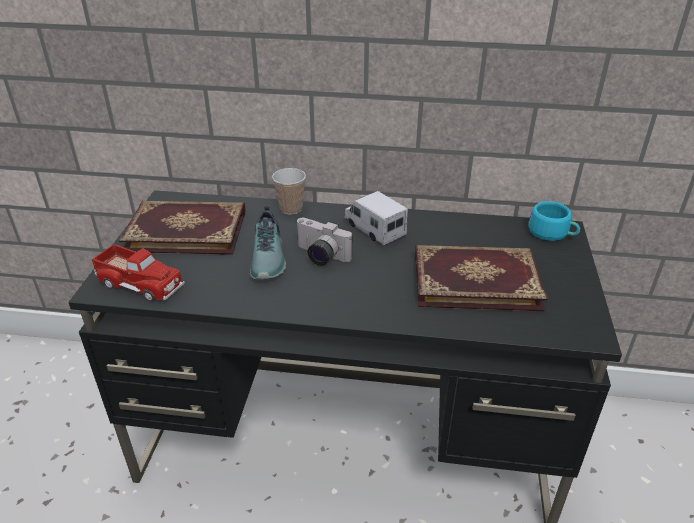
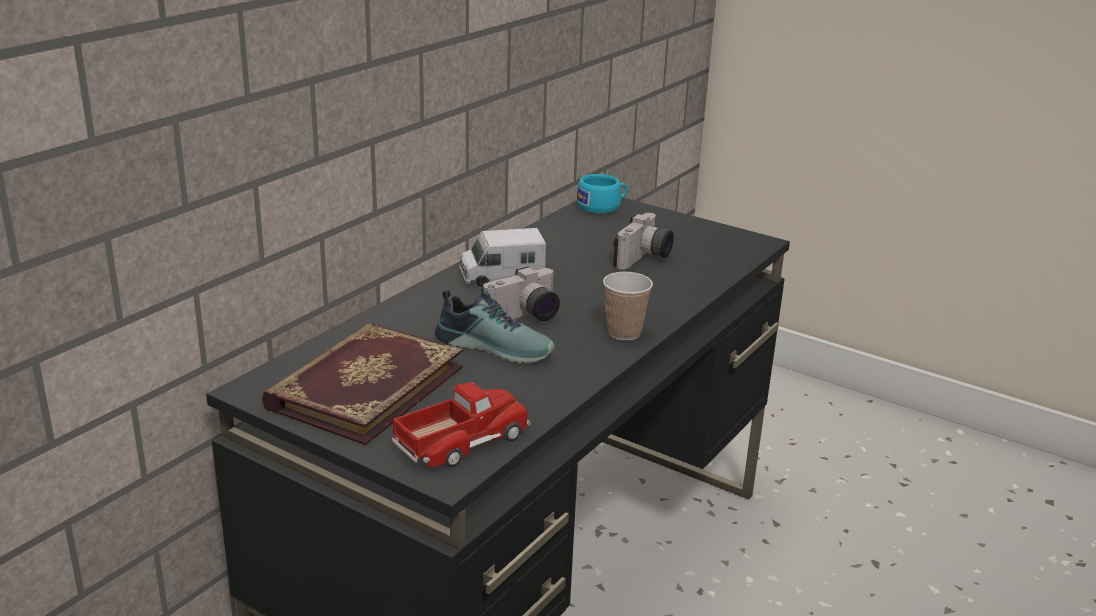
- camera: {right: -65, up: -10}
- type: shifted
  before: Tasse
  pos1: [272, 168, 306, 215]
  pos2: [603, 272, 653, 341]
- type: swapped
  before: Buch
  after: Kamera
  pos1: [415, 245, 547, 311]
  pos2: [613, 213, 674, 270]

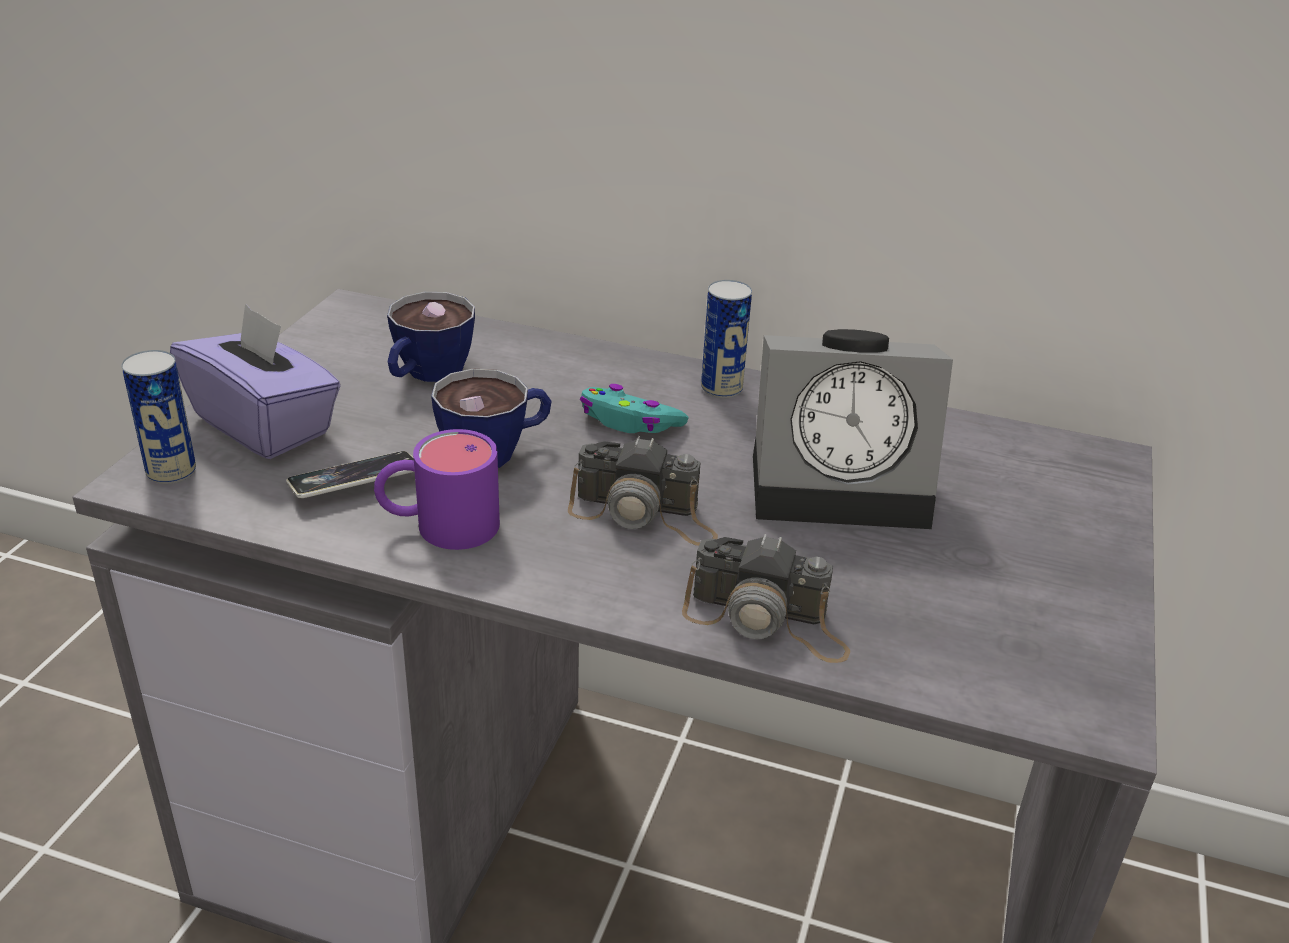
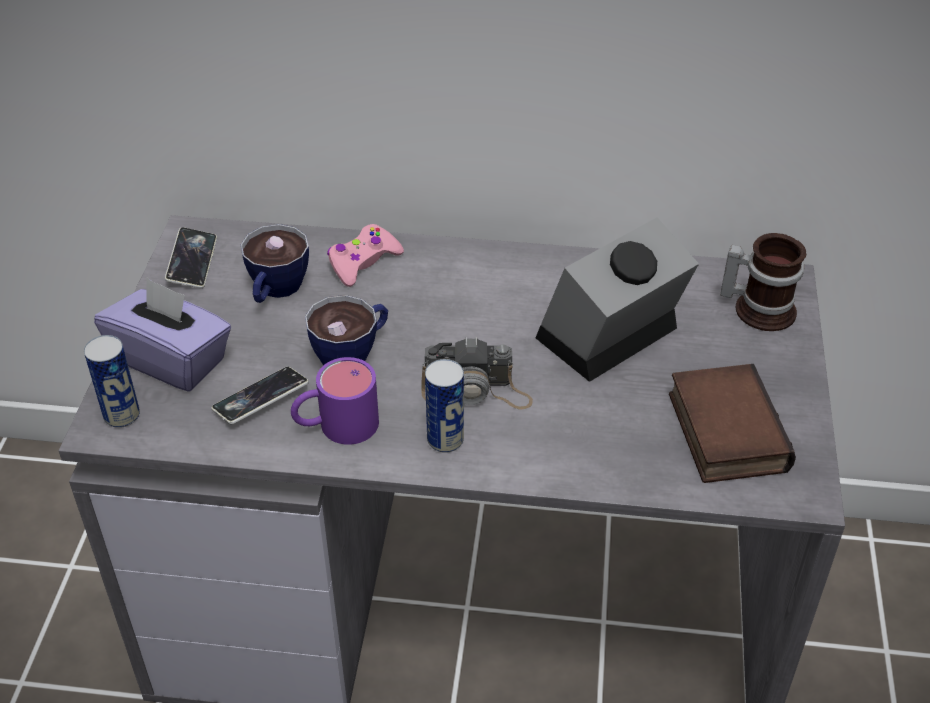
- camera: {right: -10, up: 10}
- type: gone
  before: Gamepad/türkis
  pos1: [580, 384, 689, 433]
- type: gone
  before: Kamera
  pos1: [682, 534, 850, 663]
- type: new
  after: Handy
  pos2: [165, 227, 217, 288]
- type: new
  after: Gamepad/rosa
  pos2: [327, 224, 404, 287]
- type: new
  after: Buch
  pos2: [669, 364, 796, 483]
- type: new
  after: Henkelbecher
  pos2: [720, 233, 806, 331]
- type: shifted
  before: Dose
  pos1: [701, 280, 752, 398]
  pos2: [425, 359, 464, 453]
- type: rotated
  before: Wecker
  pos1: [753, 329, 953, 529]
  pos2: [536, 217, 699, 382]
  turn: 150

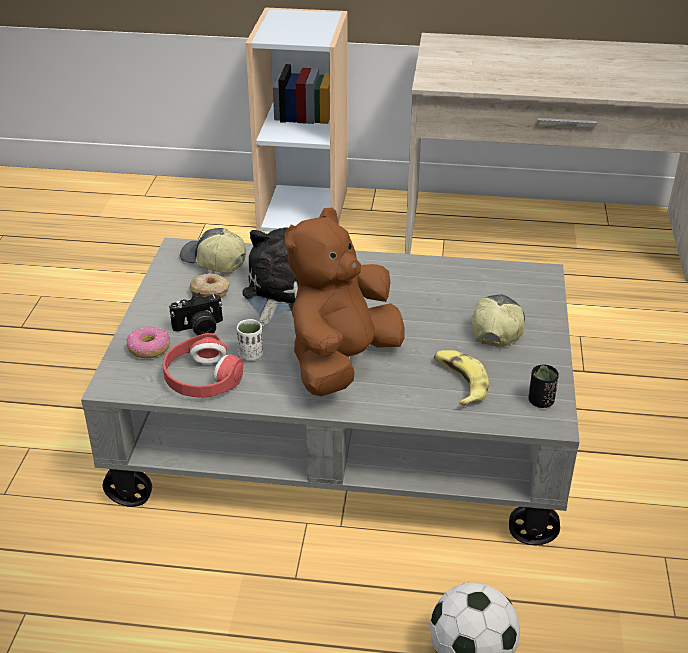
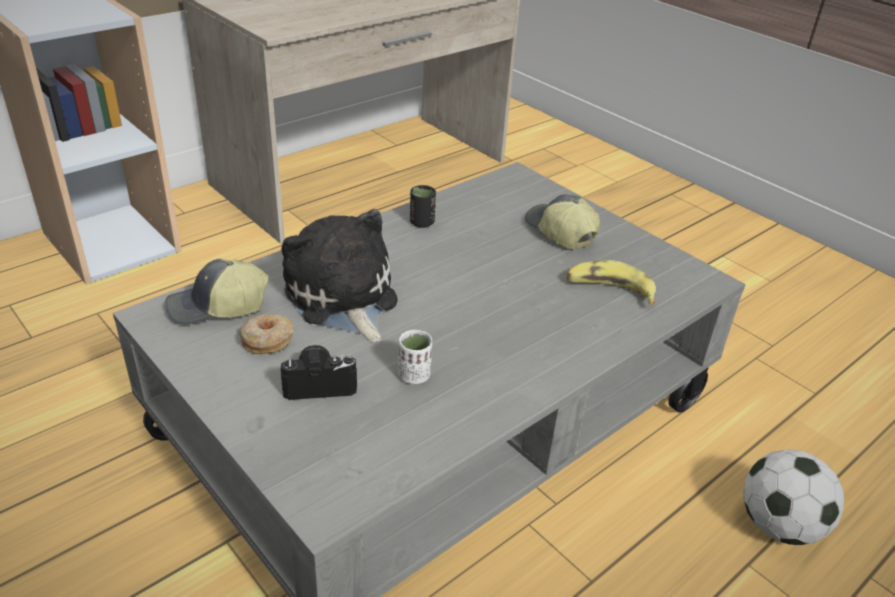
- camera: {right: -50, up: 0}
- type: gone
  before: Donut
  pos1: [126, 326, 170, 358]
- type: gone
  before: Kopfhörer/rot
  pos1: [162, 333, 243, 398]
- type: gone
  before: Plüschtier/braun
  pos1: [285, 207, 404, 396]
- type: shifted
  before: Tasse/schwarz
  pos1: [529, 364, 559, 408]
  pos2: [410, 185, 436, 228]
- type: rotated
  before: Kamera
  pos1: [169, 293, 223, 336]
  pos2: [280, 345, 357, 400]
  turn: -120

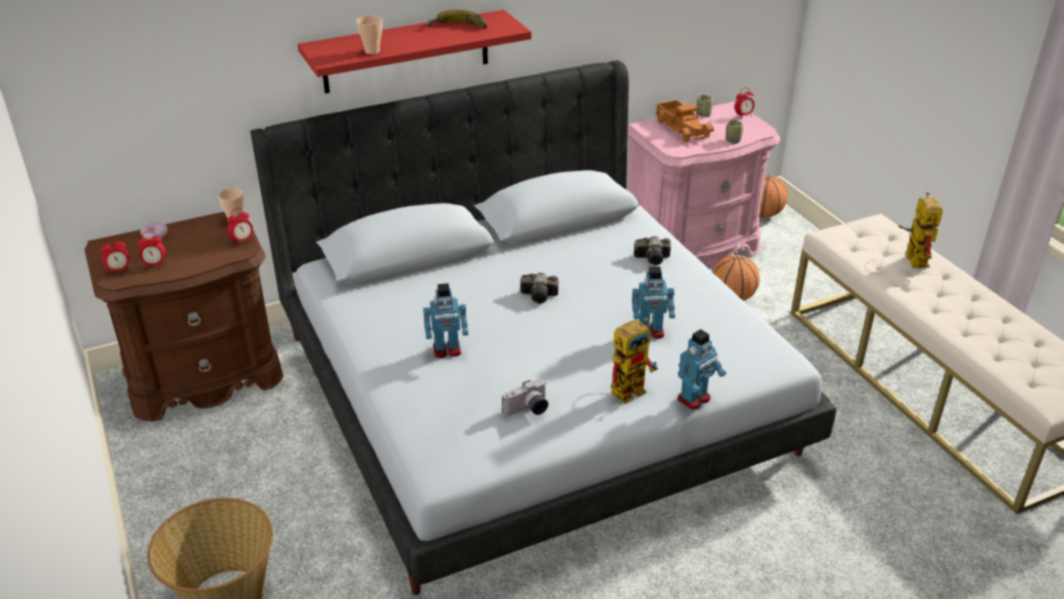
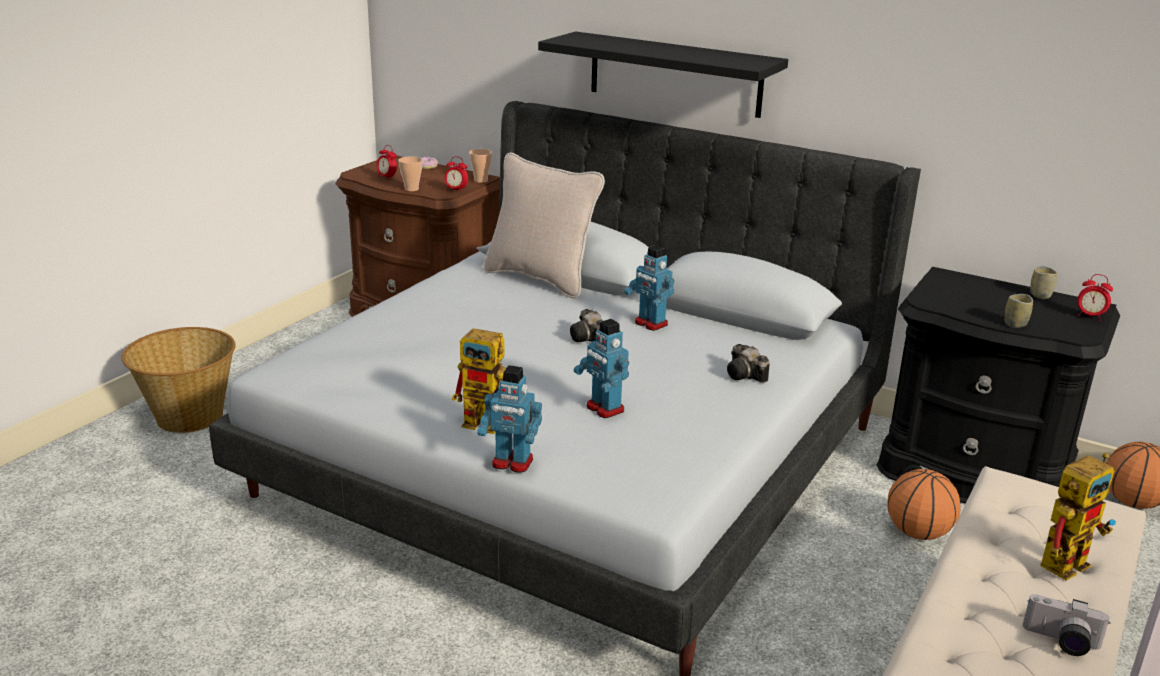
- camera: {right: 55, up: -10}
- type: gone
  before: Wecker
  pos1: [101, 237, 130, 276]
- type: gone
  before: Banane
  pos1: [428, 10, 487, 29]
- type: gone
  before: Spielzeuglaster
  pos1: [655, 100, 714, 142]
- type: new
  after: Kissen/beige
  pos2: [483, 153, 605, 299]
- type: shifted
  before: Tasse
  pos1: [357, 15, 383, 54]
  pos2: [398, 156, 423, 191]
- type: shifted
  before: Spielzeugroboter
  pos1: [423, 283, 468, 358]
  pos2: [624, 245, 675, 331]
- type: shifted
  before: Kamera
  pos1: [502, 379, 548, 416]
  pos2: [1023, 594, 1110, 656]
- type: repainted
  before: Wandregal/rot
  after: Wandregal/schwarz
  pos1: [298, 10, 531, 94]
  pos2: [538, 32, 788, 118]
- type: repainted
  before: Nachttisch/rosa
  after: Nachttisch/schwarz
  pos1: [627, 101, 780, 268]
  pos2: [876, 267, 1120, 503]

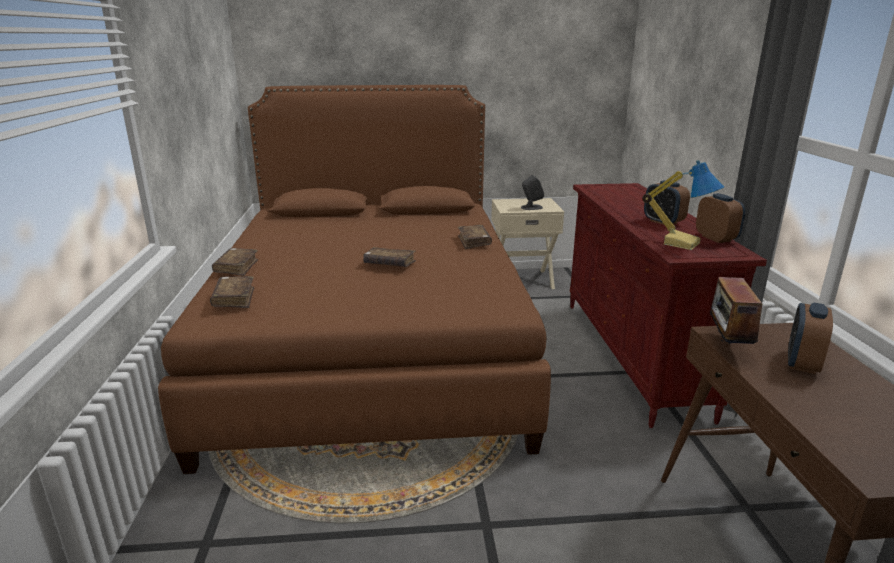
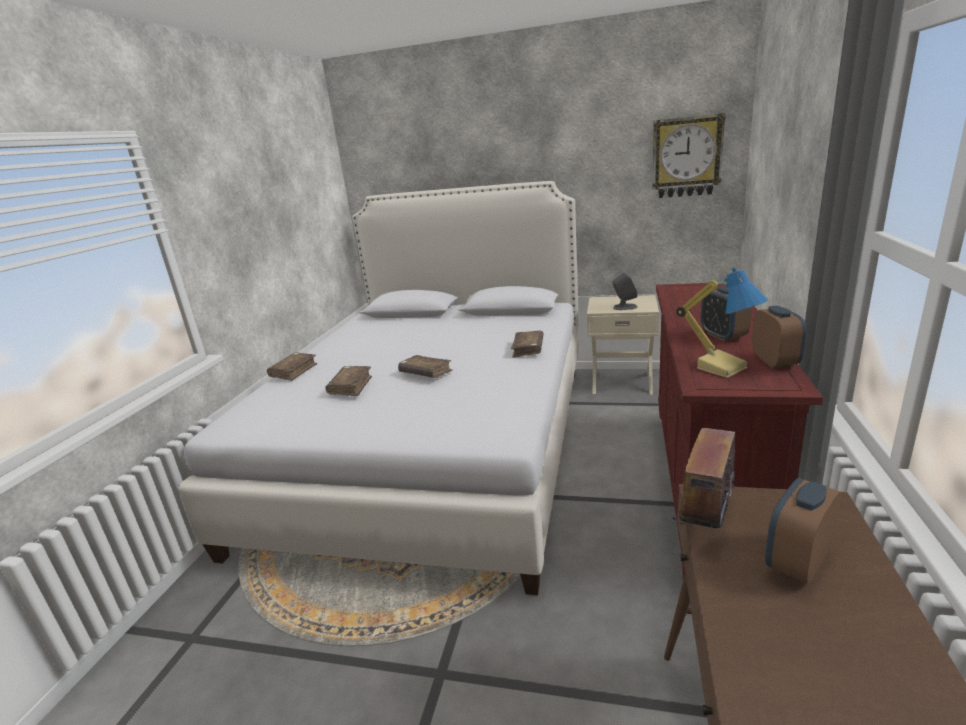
- camera: {right: 20, up: 0}
- type: new
  after: Wanduhr
  pos2: [652, 113, 726, 198]
- type: shifted
  before: Buch/braun
  pos1: [210, 276, 254, 308]
  pos2: [325, 366, 372, 396]
- type: repainted
  before: Bett/braun
  after: Bett/weiß
  pos1: [158, 85, 551, 474]
  pos2: [179, 181, 579, 595]

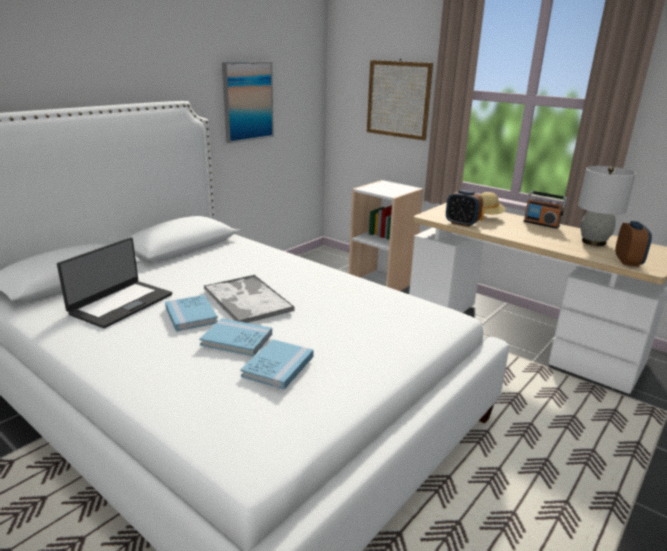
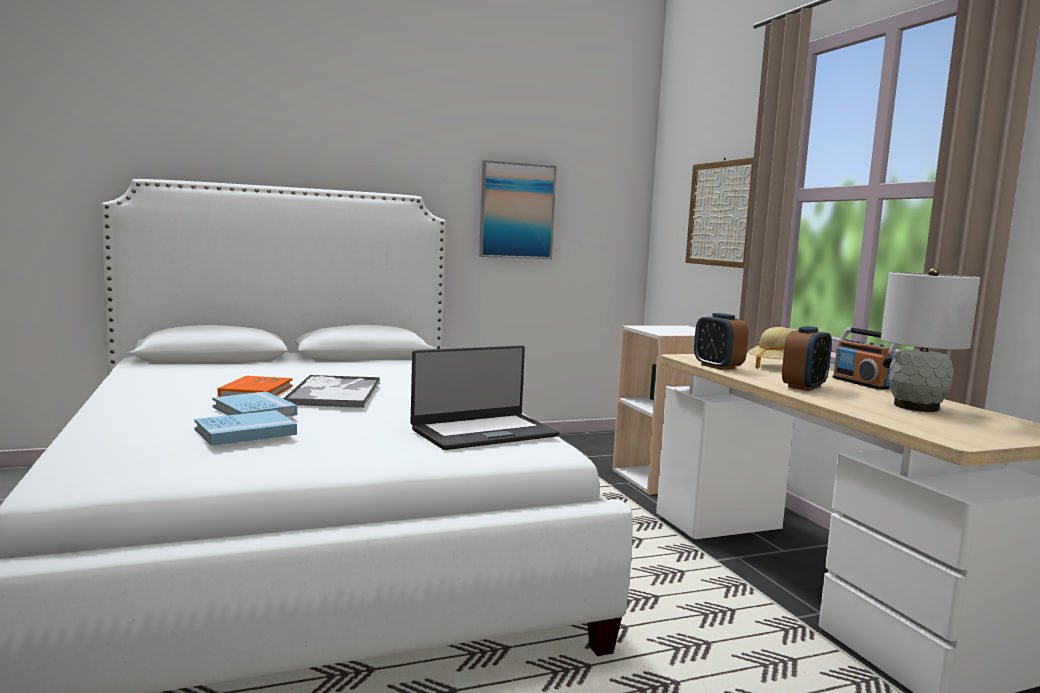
- camera: {right: 30, up: -15}
- type: shifted
  before: Laptop
  pos1: [57, 237, 172, 328]
  pos2: [411, 345, 560, 450]
- type: shifted
  before: Wecker
  pos1: [615, 221, 652, 266]
  pos2: [782, 326, 832, 391]
- type: repainted
  before: Buch/blau
  after: Buch/orange
  pos1: [165, 295, 218, 331]
  pos2: [218, 376, 293, 397]

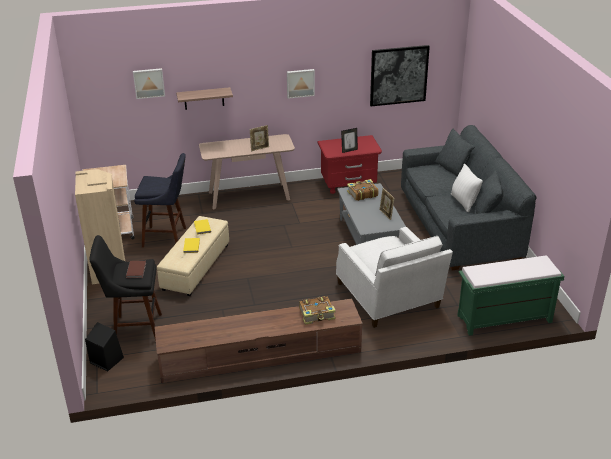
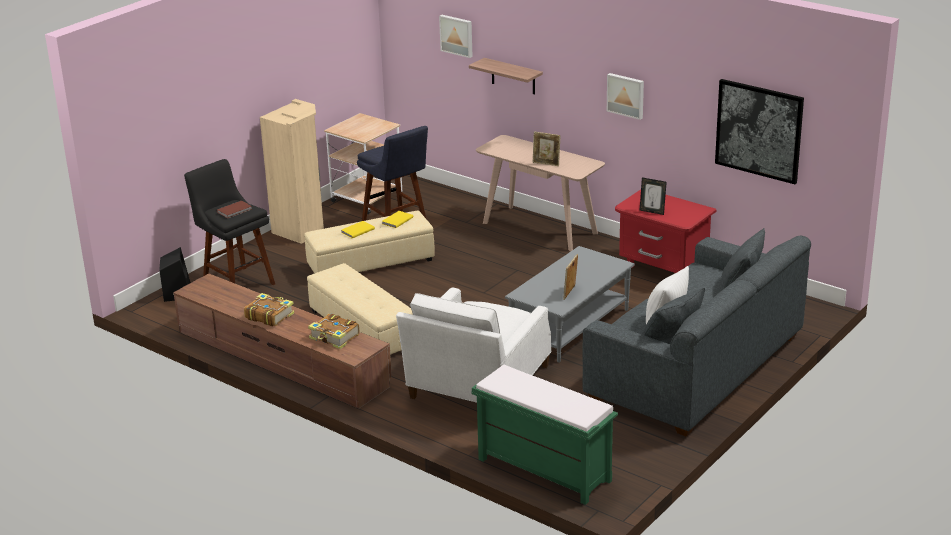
- camera: {right: 50, up: -5}
- type: new
  after: Polsterhocker/beige
  pos2: [307, 263, 413, 355]
- type: shifted
  before: Buch
  pos1: [347, 179, 378, 201]
  pos2: [244, 293, 294, 326]

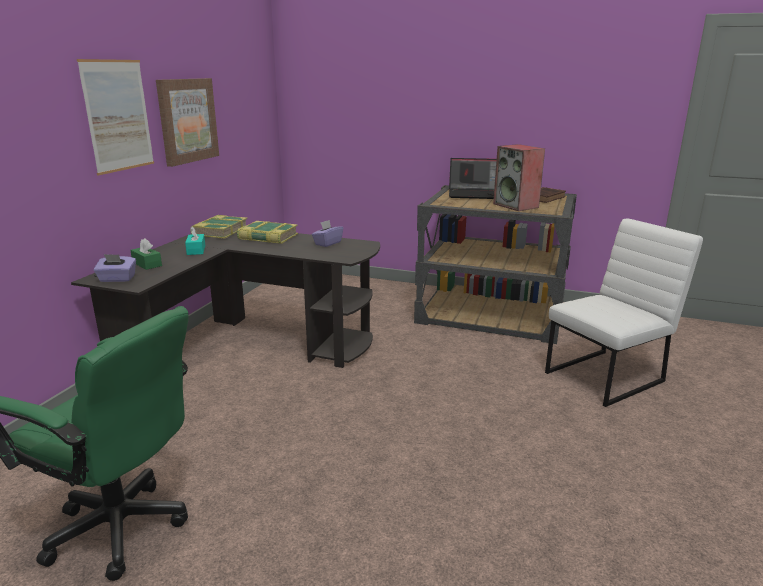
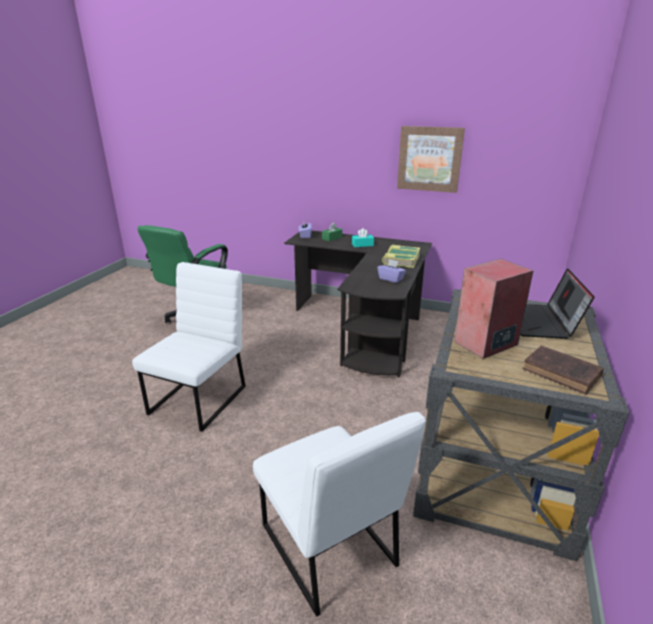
- camera: {right: 90, up: 5}
- type: gone
  before: Bild
  pos1: [77, 59, 154, 175]
- type: gone
  before: Buch
  pos1: [190, 215, 247, 239]
- type: new
  after: Stuhl/weiß
  pos2: [132, 262, 246, 432]

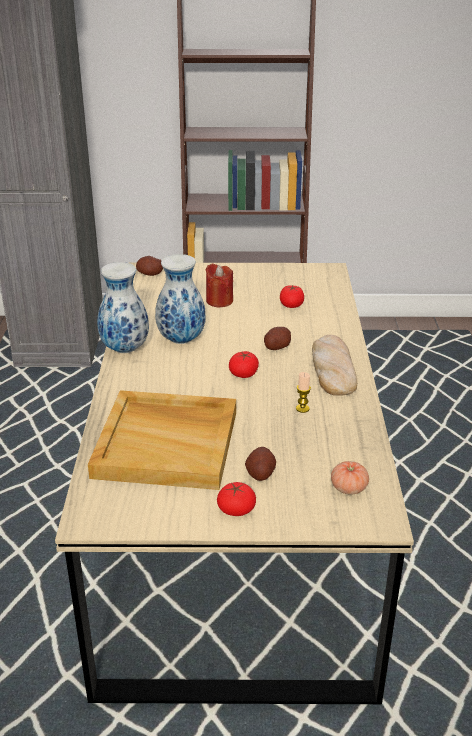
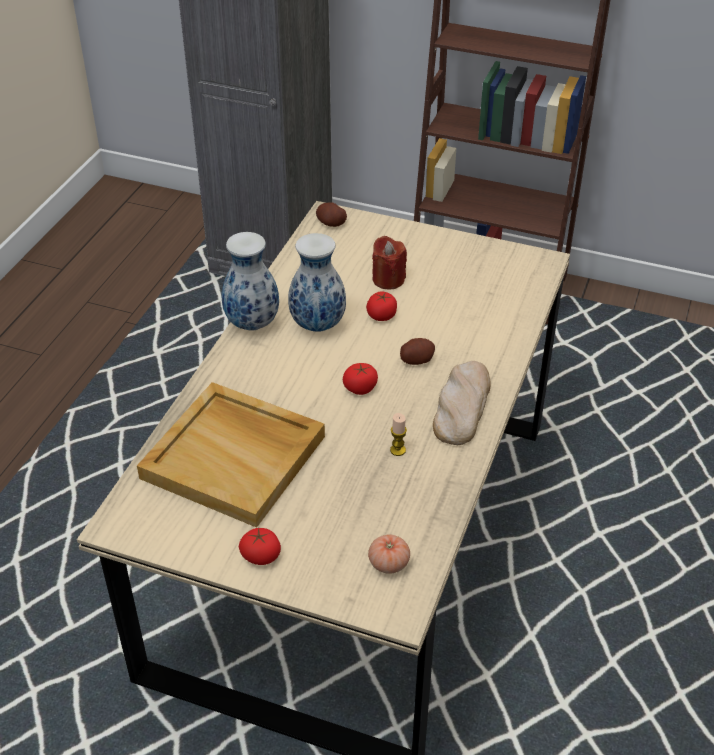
- camera: {right: 20, up: 10}
- type: gone
  before: Kartoffel
  pos1: [245, 447, 276, 481]
- type: shifted
  before: Tomate
  pos1: [280, 285, 304, 308]
  pos2: [366, 292, 397, 321]

